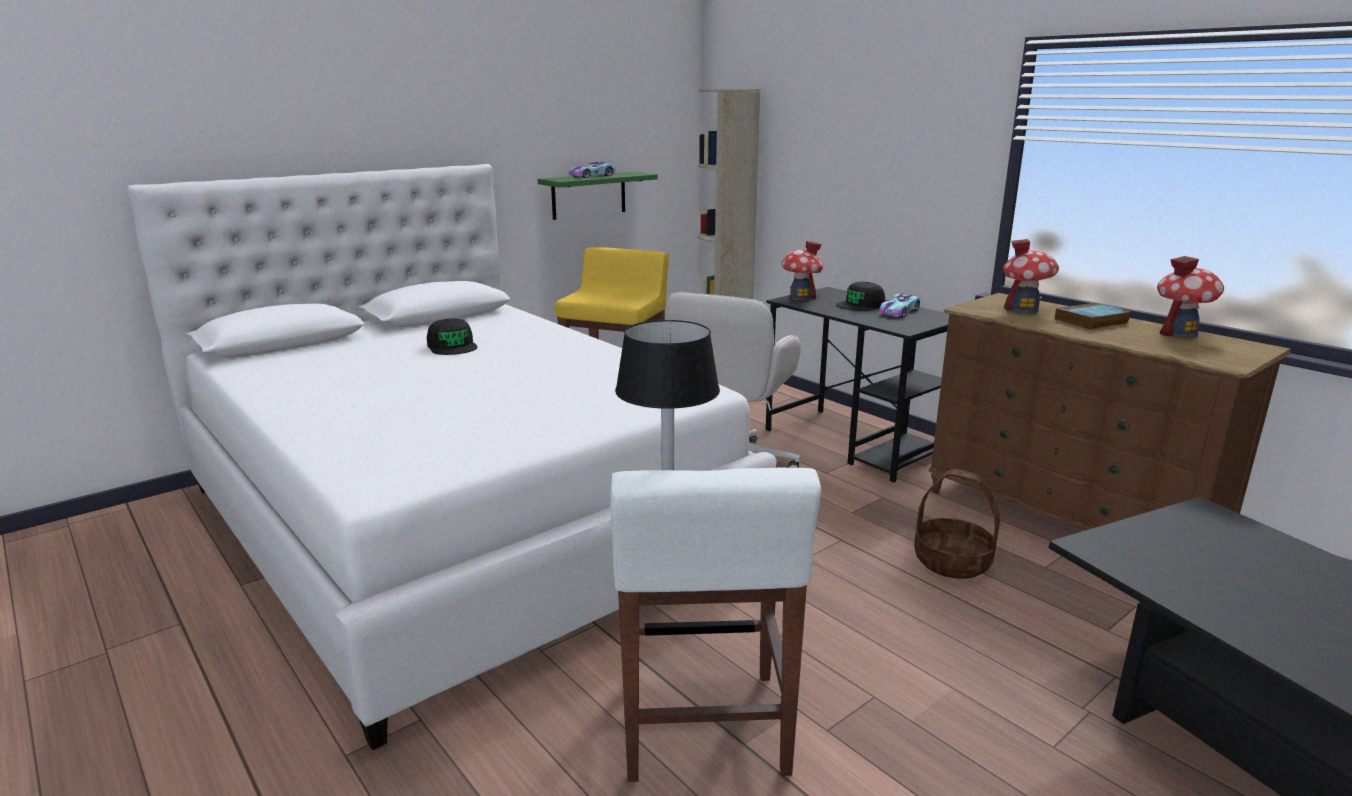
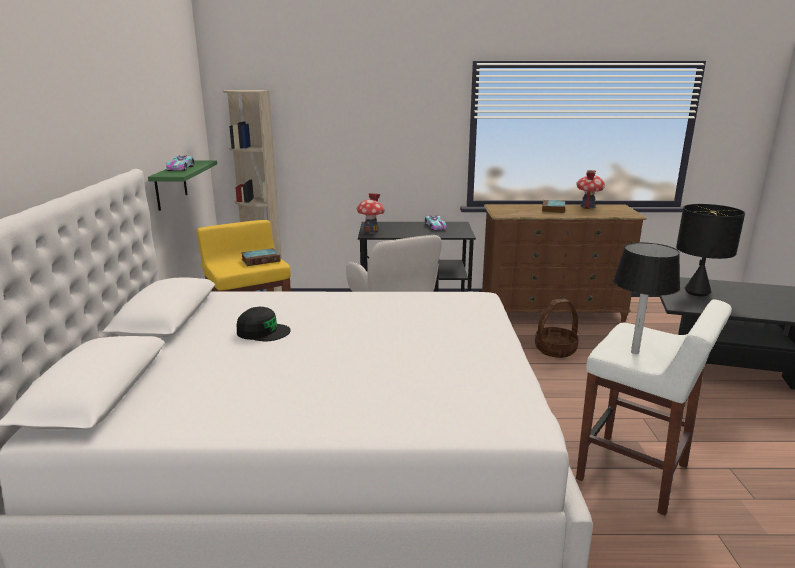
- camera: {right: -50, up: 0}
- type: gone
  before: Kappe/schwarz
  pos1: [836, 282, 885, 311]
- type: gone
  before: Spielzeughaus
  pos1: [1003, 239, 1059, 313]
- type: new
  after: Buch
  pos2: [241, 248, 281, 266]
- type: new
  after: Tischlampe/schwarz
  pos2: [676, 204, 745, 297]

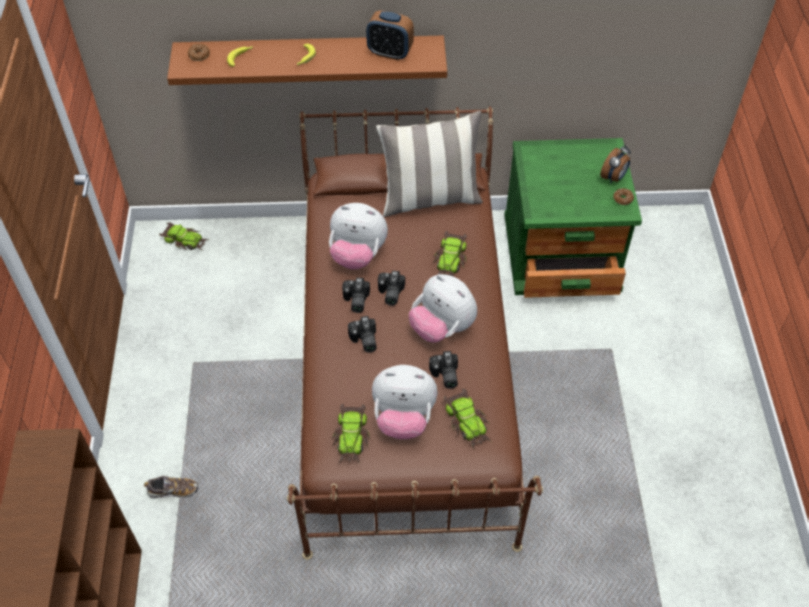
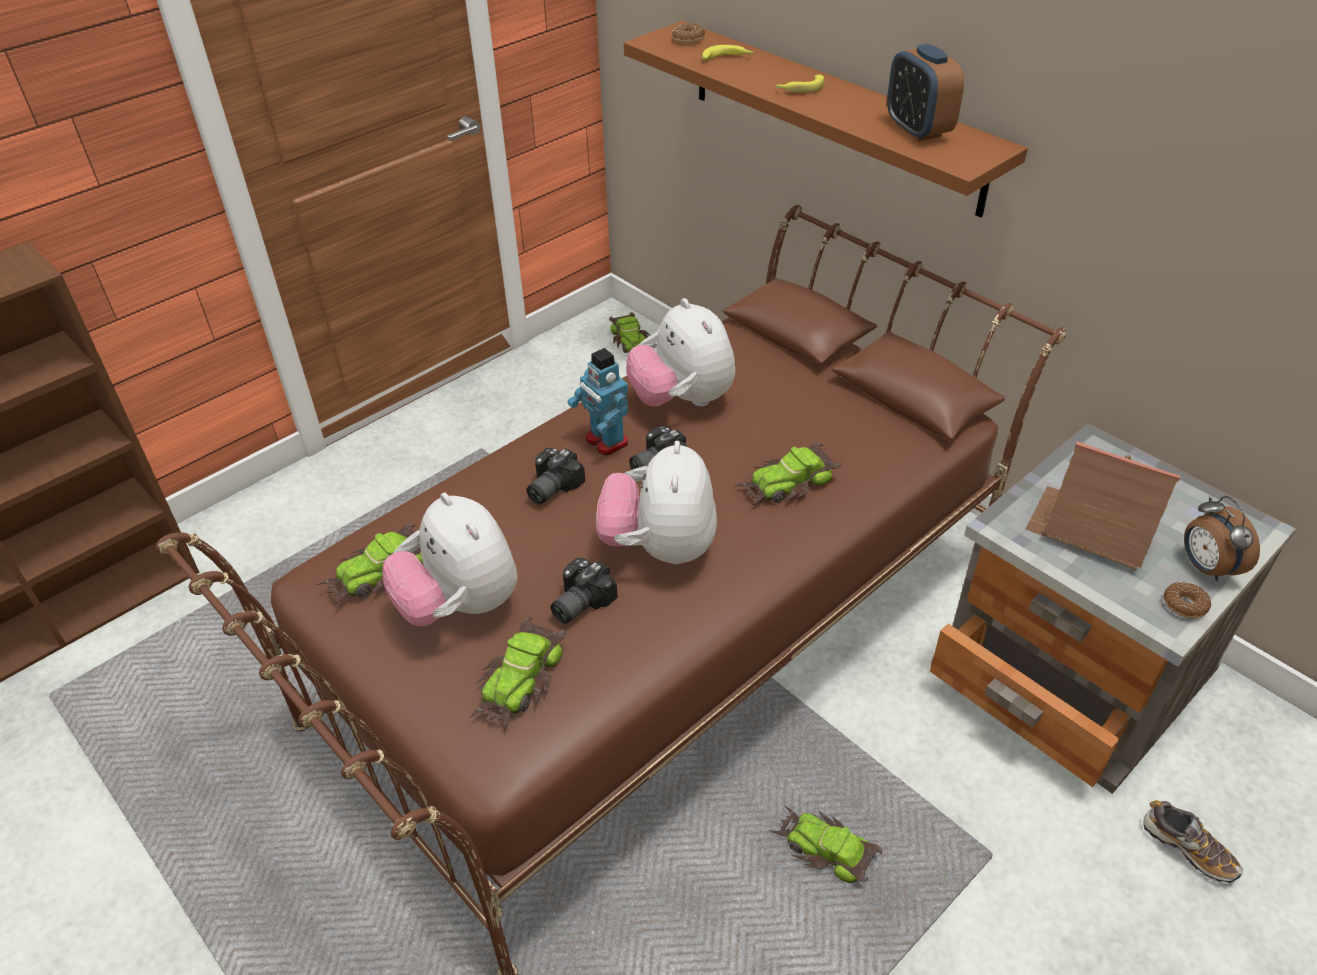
- camera: {right: 50, up: -10}
- type: gone
  before: Kissen
  pos1: [376, 111, 483, 217]
- type: new
  after: Spielzeugauto
  pos2: [770, 806, 882, 883]
- type: new
  after: Spielzeughaus
  pos2: [1026, 441, 1181, 570]
- type: shifted
  before: Schuh
  pos1: [144, 476, 198, 498]
  pos2: [1144, 800, 1242, 884]
- type: swapped
  before: Kamera
  after: Spielzeugroboter
  pos1: [342, 278, 370, 313]
  pos2: [567, 348, 628, 455]
- type: repainted
  before: Nachttisch/grün
  after: Nachttisch/grau
  pos1: [504, 138, 642, 298]
  pos2: [930, 423, 1296, 794]
- type: rotated
  before: Wecker
  pos1: [600, 145, 631, 184]
  pos2: [1184, 496, 1260, 581]
  turn: 75

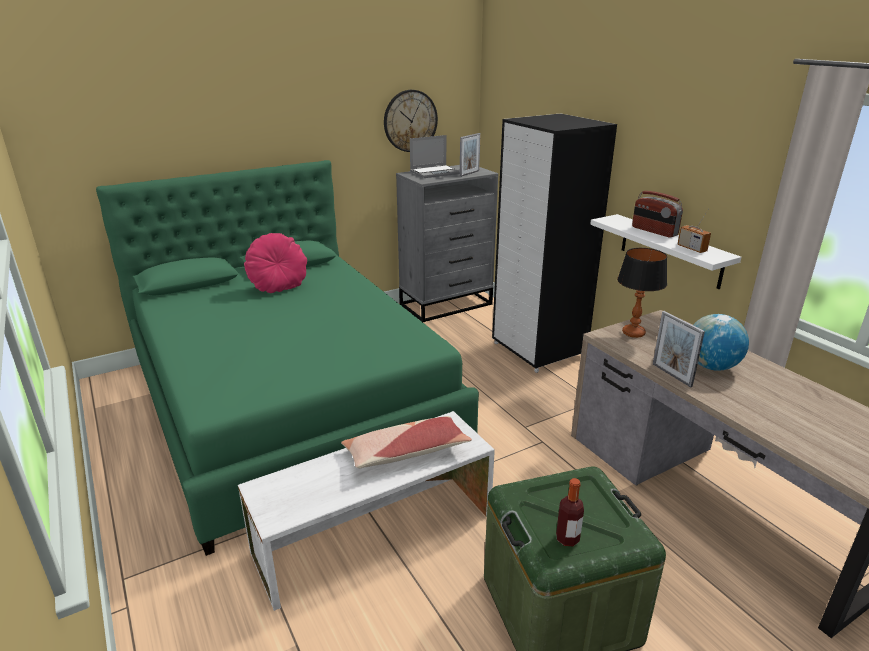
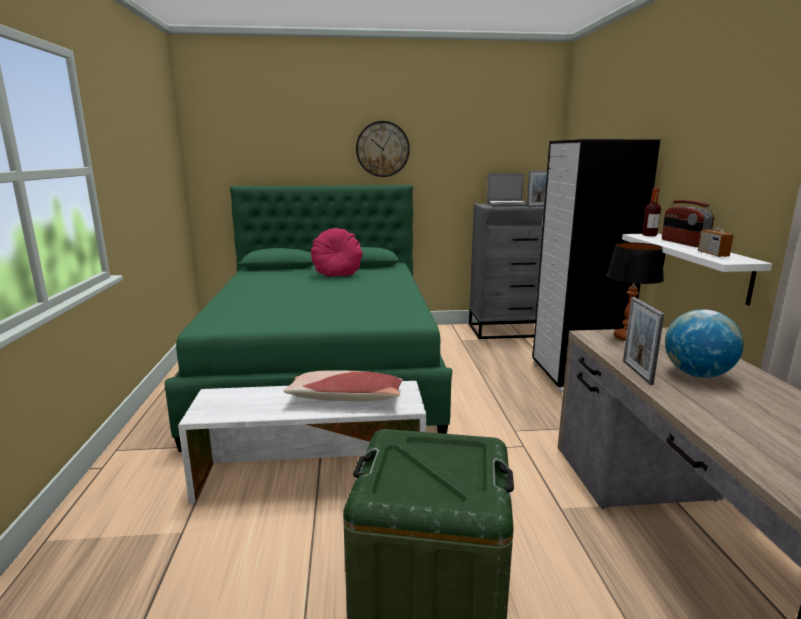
- camera: {right: 25, up: -10}
- type: shifted
  before: Wanduhr
  pos1: [384, 90, 438, 152]
  pos2: [356, 121, 410, 177]
- type: shifted
  before: Flasche
  pos1: [556, 478, 584, 546]
  pos2: [642, 188, 661, 236]

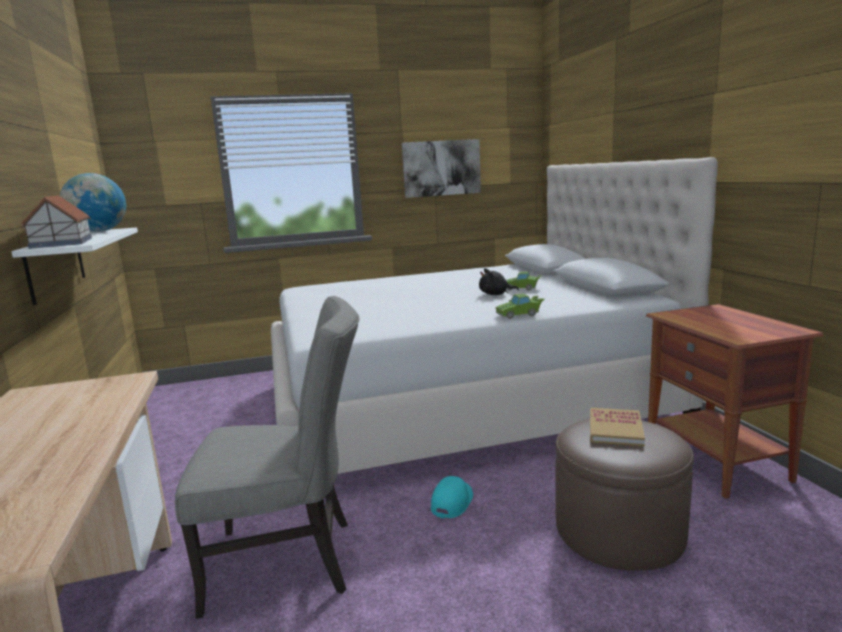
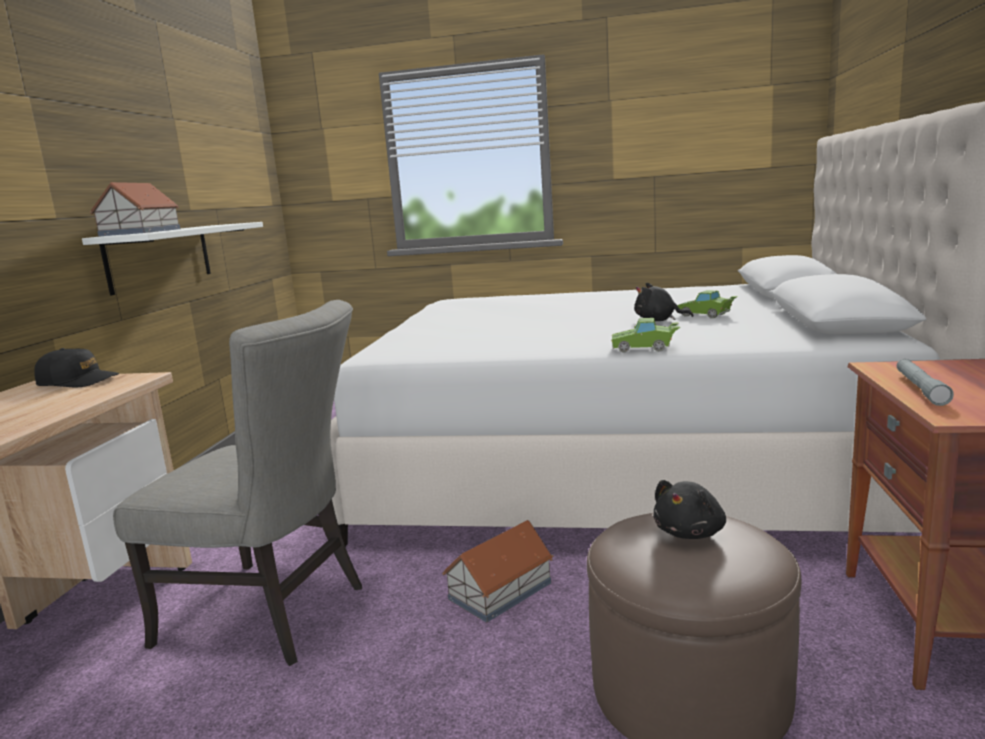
- camera: {right: 25, up: 0}
- type: gone
  before: Globus
  pos1: [60, 173, 126, 232]
- type: gone
  before: Bild
  pos1: [402, 139, 481, 198]
- type: new
  after: Kappe/schwarz
  pos2: [34, 348, 119, 387]
- type: new
  after: Taschenlampe/grau
  pos2: [897, 359, 954, 406]
- type: swapped
  before: Kappe/türkis
  after: Spielzeughaus
  pos1: [431, 476, 473, 518]
  pos2: [442, 520, 554, 622]
- type: swapped
  before: Buch
  after: Plüschtier/schwarz
  pos1: [590, 408, 645, 446]
  pos2: [653, 480, 726, 539]

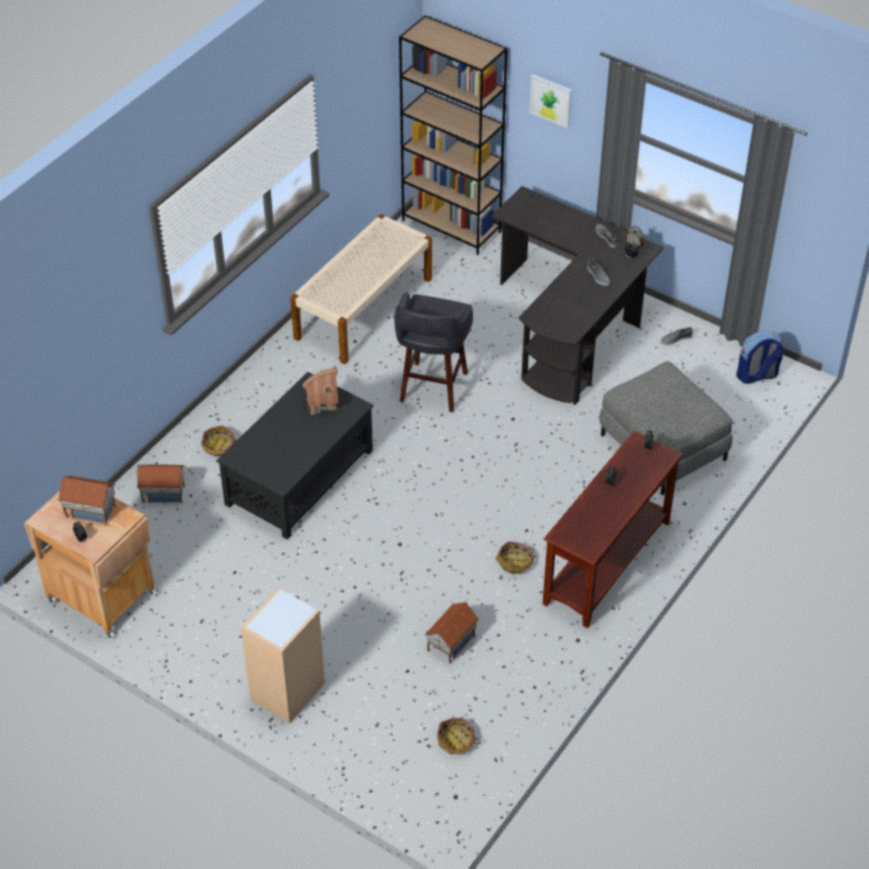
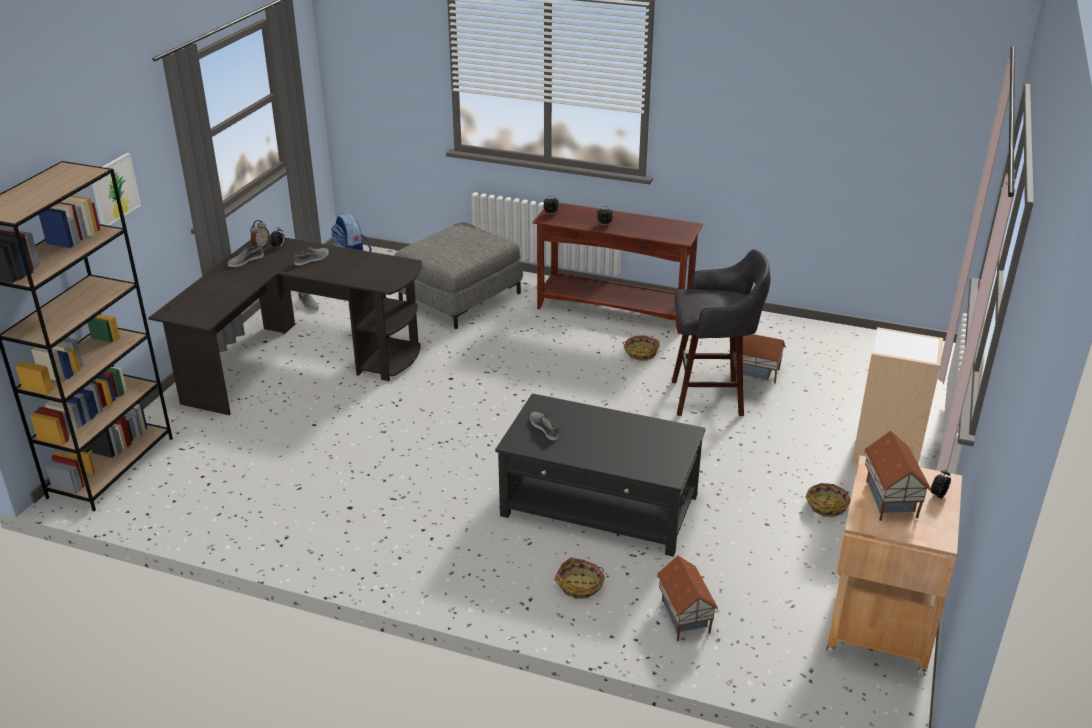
- camera: {right: -105, up: -15}
- type: gone
  before: Bank/beige
  pos1: [290, 214, 432, 364]
- type: shifted
  before: Hocker/grau
  pos1: [394, 292, 473, 412]
  pos2: [672, 249, 771, 416]
- type: shifted
  before: Korb
  pos1: [437, 718, 481, 754]
  pos2: [805, 483, 851, 517]
- type: swapped
  before: Spielzeughaus
  after: Schuh/grau
  pos1: [303, 365, 339, 415]
  pos2: [530, 412, 559, 440]

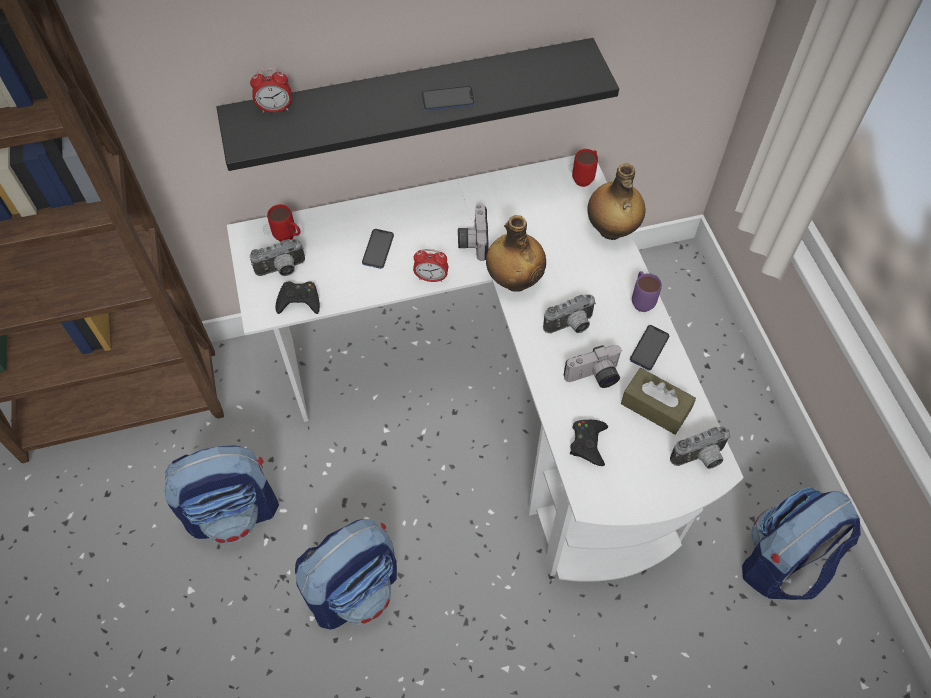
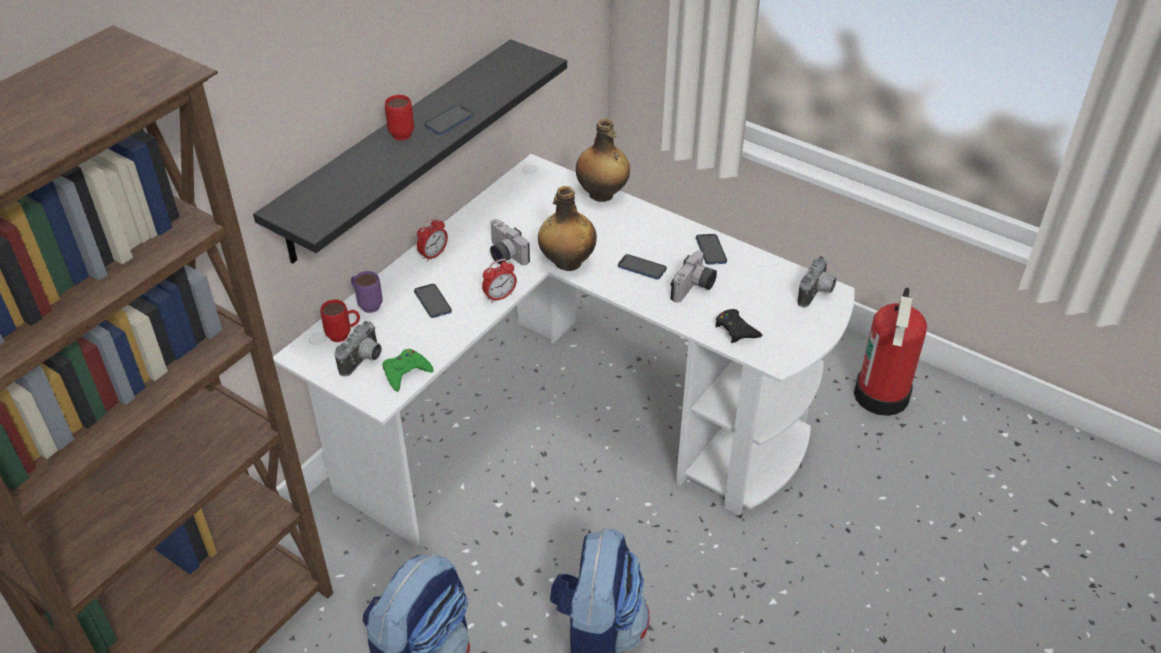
- camera: {right: -40, up: -15}
- type: gone
  before: Taschentuchbox/braun
  pos1: [621, 368, 696, 435]
- type: shifted
  before: Wecker
  pos1: [250, 68, 292, 113]
  pos2: [417, 217, 448, 262]
- type: shifted
  before: Henkelbecher/rot
  pos1: [572, 149, 598, 187]
  pos2: [385, 95, 414, 140]
- type: shifted
  before: Henkelbecher/lila
  pos1: [632, 271, 662, 312]
  pos2: [351, 271, 383, 313]
- type: swapped
  before: Kamera
  after: Handy
  pos1: [543, 294, 596, 333]
  pos2: [618, 254, 667, 279]
- type: swapped
  before: Rucksack
  after: Feuerlöscher
  pos1: [742, 487, 861, 600]
  pos2: [854, 288, 927, 416]
- type: repainted
  before: Gamepad/schwarz
  after: Gamepad/grün
  pos1: [275, 281, 320, 314]
  pos2: [382, 349, 433, 392]

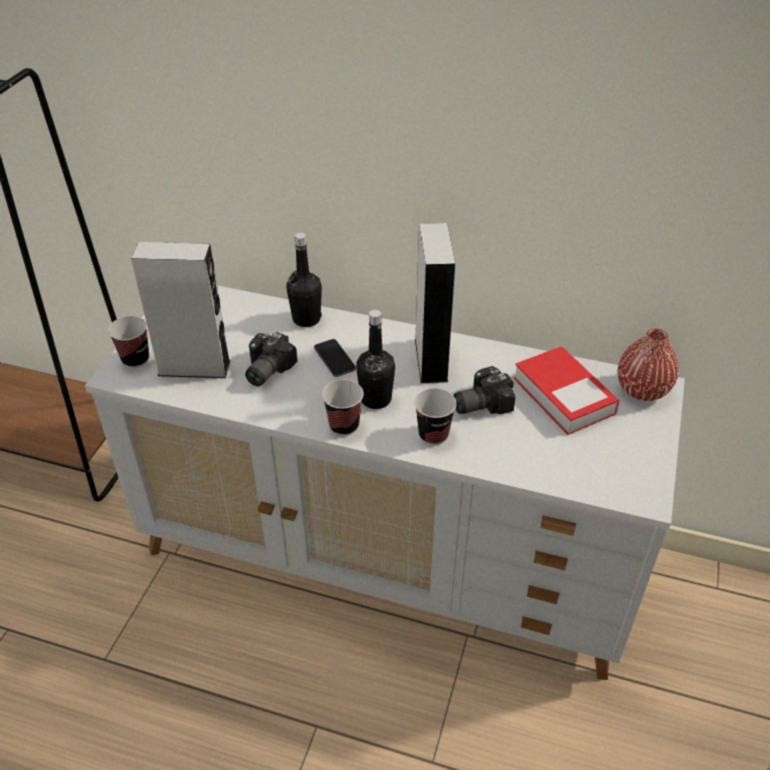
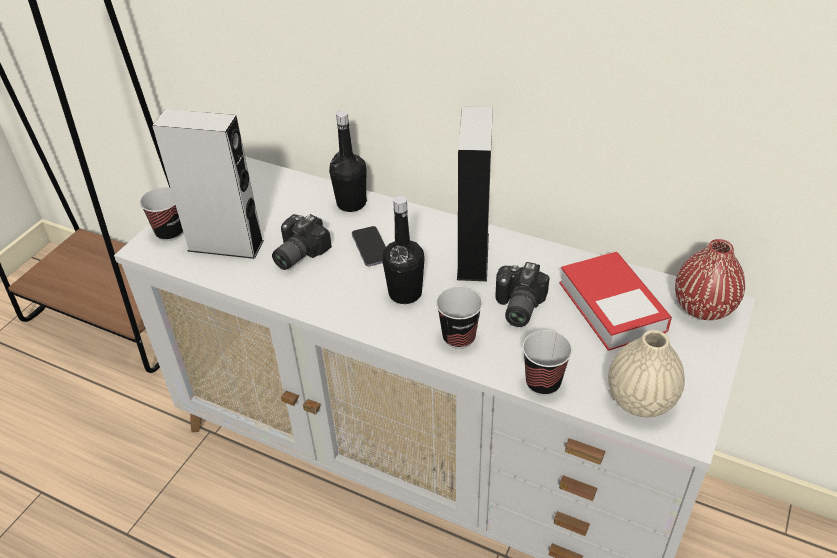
- camera: {right: 10, up: 0}
- type: new
  after: Vase/beige
  pos2: [608, 330, 685, 417]
- type: shifted
  before: Tasse
  pos1: [322, 380, 364, 436]
  pos2: [523, 330, 572, 396]
- type: rotated
  before: Kamera
  pos1: [454, 366, 515, 414]
  pos2: [495, 262, 550, 327]
  turn: -60

